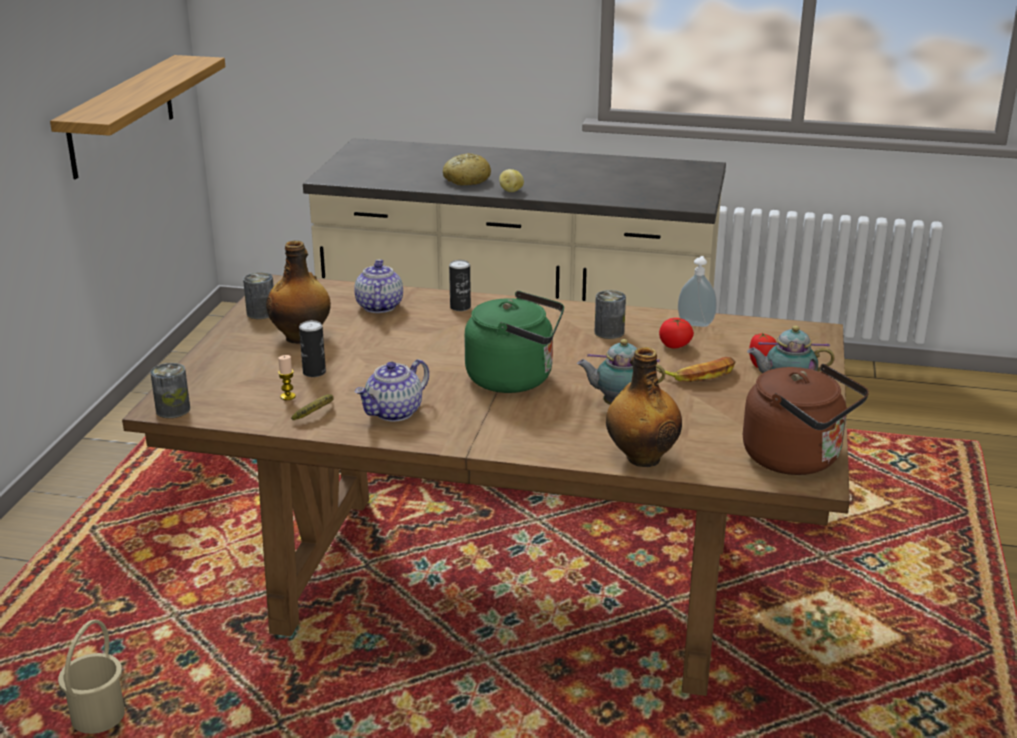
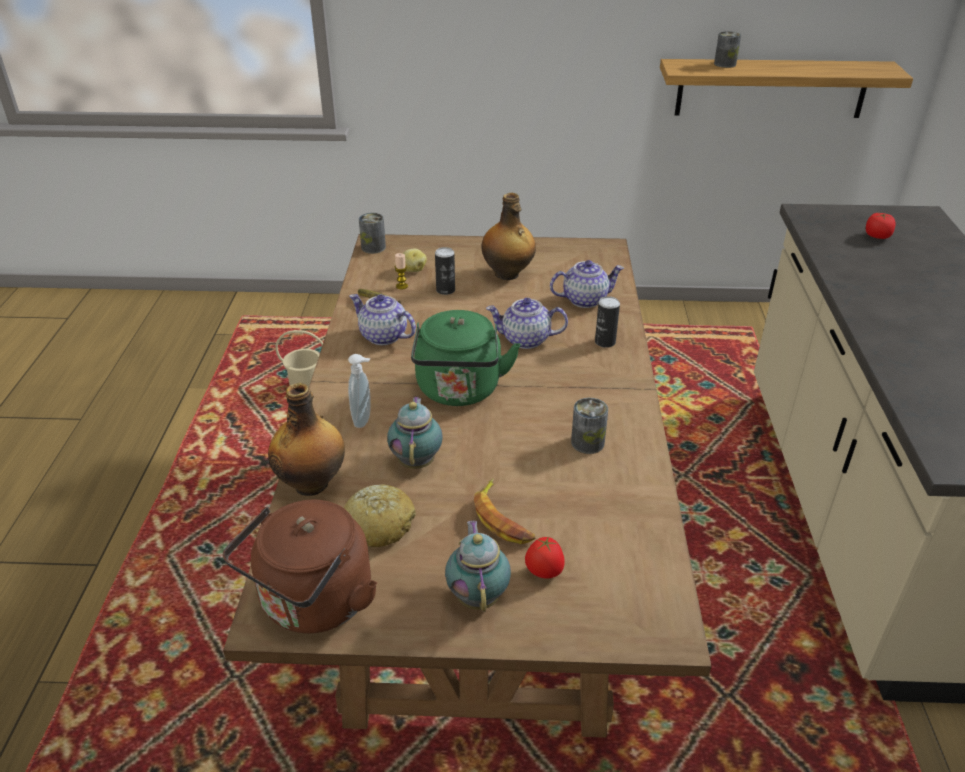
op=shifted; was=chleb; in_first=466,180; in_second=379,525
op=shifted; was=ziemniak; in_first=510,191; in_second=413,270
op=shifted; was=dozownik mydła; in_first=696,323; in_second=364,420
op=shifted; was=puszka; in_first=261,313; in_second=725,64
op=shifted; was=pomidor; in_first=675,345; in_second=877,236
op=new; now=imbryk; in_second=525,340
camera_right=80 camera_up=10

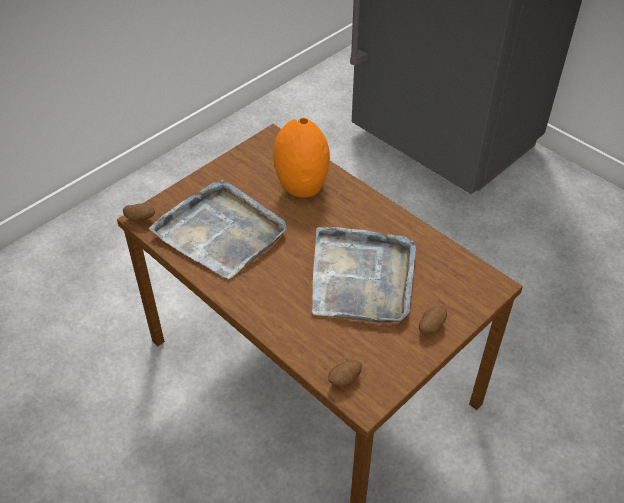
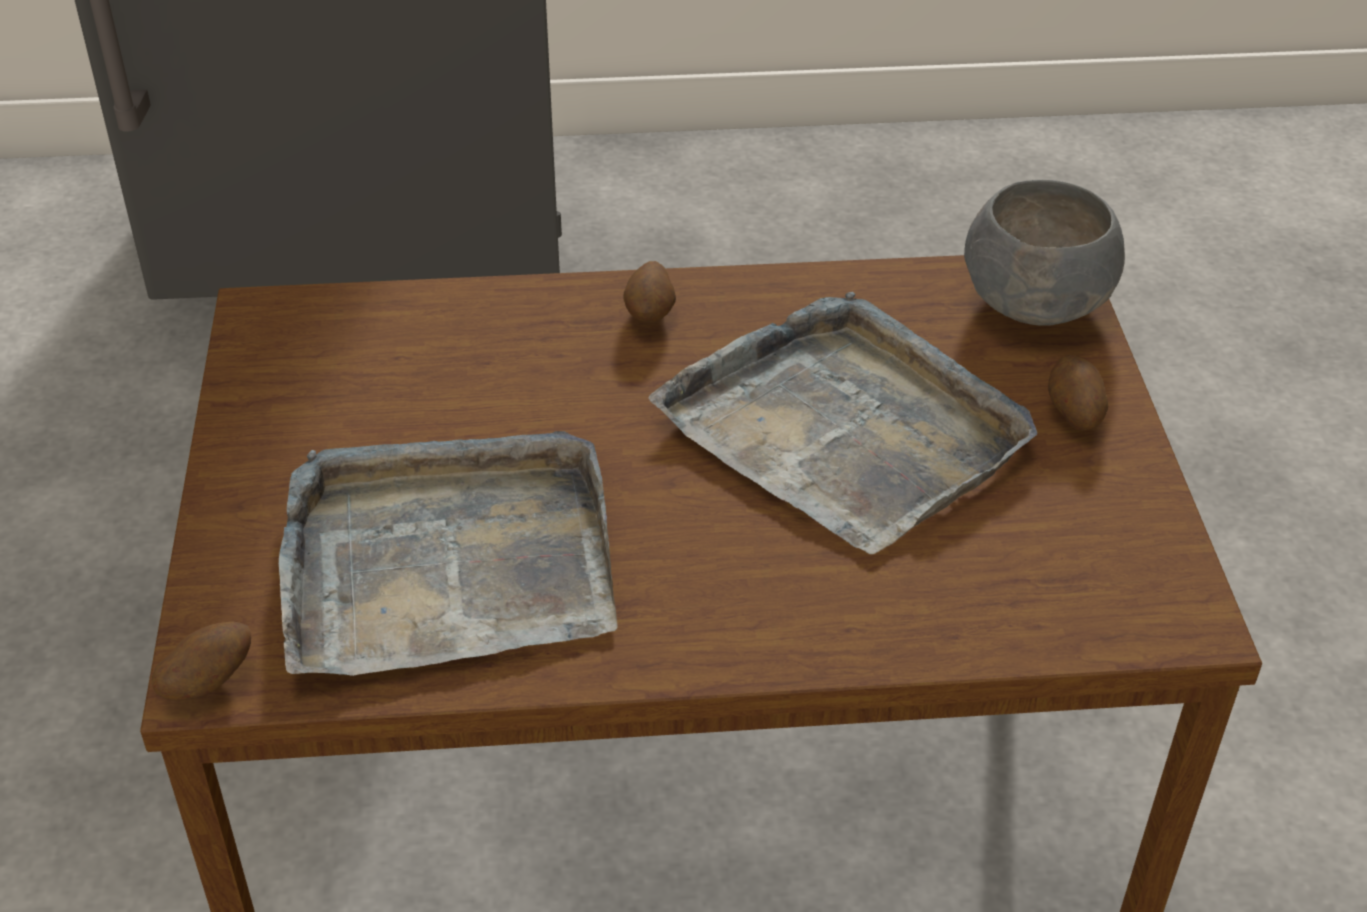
op=gone; was=wazon [pomarańczowy]; in_first=303,186
op=shifted; was=ziemniak; in_first=345,379; in_second=650,315
op=new; now=miska [szary]; in_second=1038,302
camera_right=-50 camera_up=-5

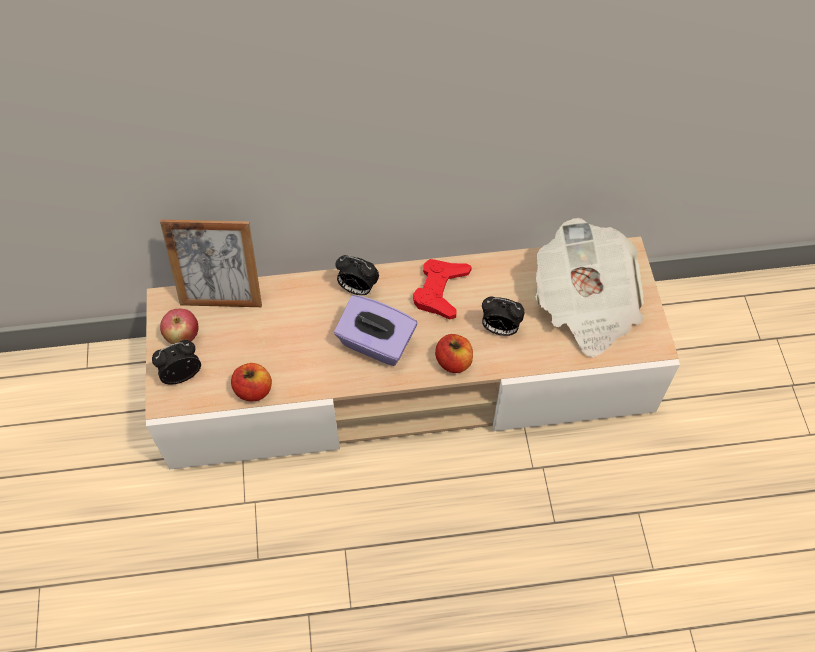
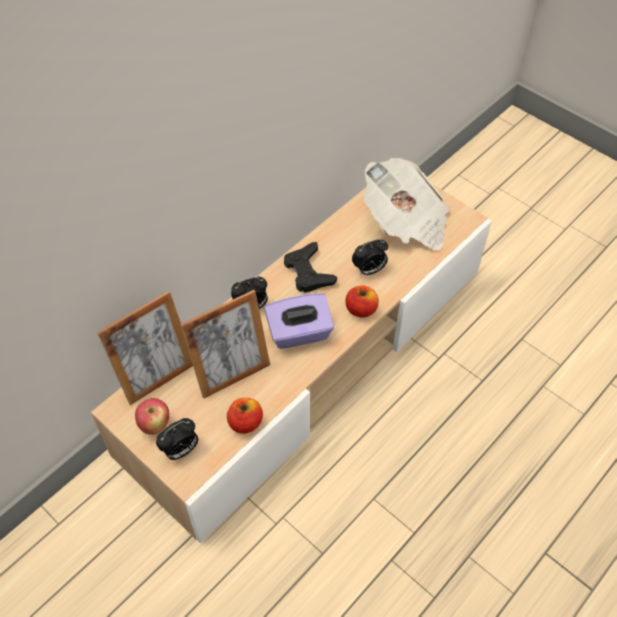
op=repainted; was=pad do gier [czerwony]; now=pad do gier [czarny]; in_first=440,291; in_second=308,272
op=rotated; was=budzik; in_first=182,374; in_second=180,450; clockwise=-150
op=new; now=ramka na zdjęcie; in_second=232,373
camera_right=-40 camera_up=-5

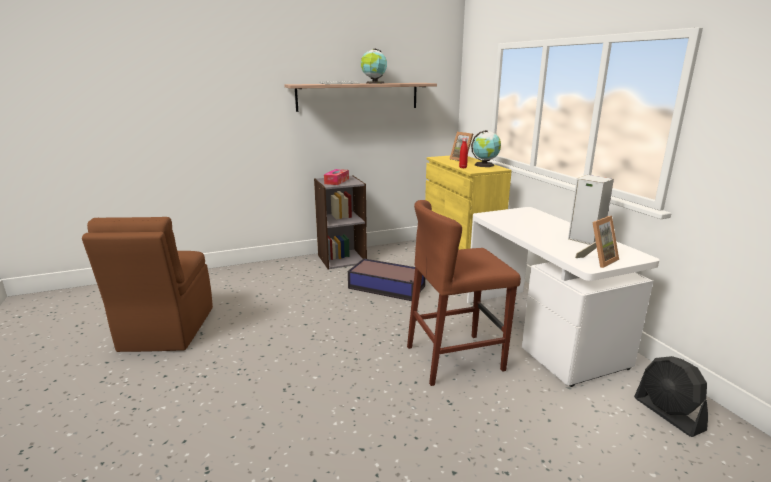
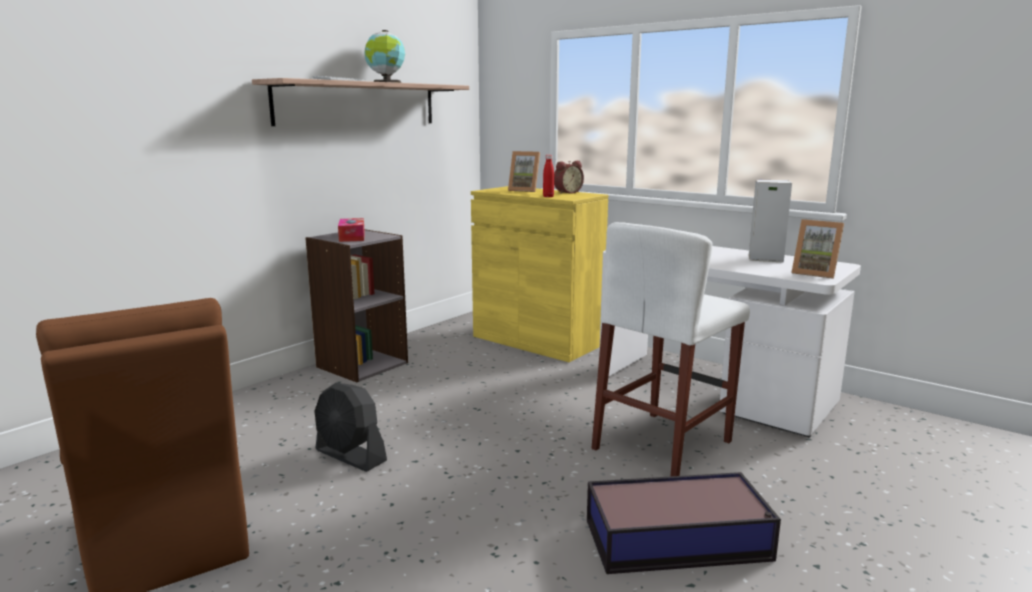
op=swapped; was=globus; now=budzik; in_first=485,165; in_second=567,192
op=repainted; was=stołek [brązowy]; now=stołek [biały]; in_first=455,358; in_second=662,445
op=rotated; was=ramka na zdjęcie; in_first=598,260; in_second=815,273; clockwise=105
op=shifted; was=pojemnik do przechowywania; in_first=387,287; in_second=679,540
op=shifted; was=wentylator [czarny]; in_first=668,414; in_second=350,456
camera_right=-30 camera_up=-5

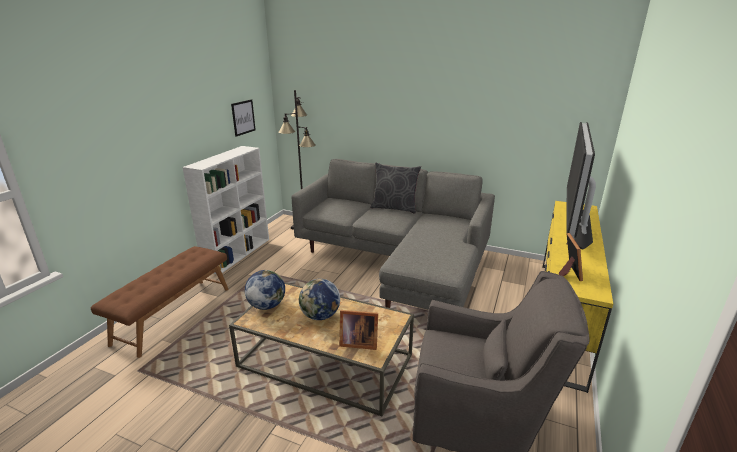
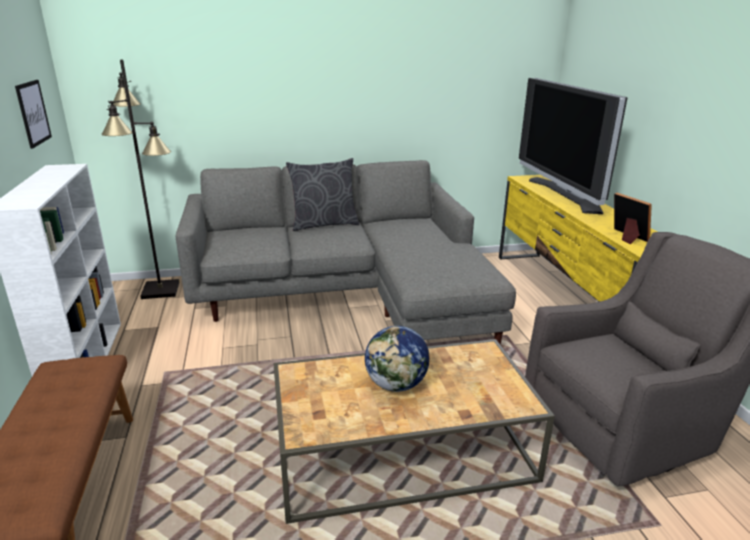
op=gone; was=globus; in_first=266,305
op=gone; was=ramka na zdjęcie; in_first=357,342
camera_right=-35 camera_up=0

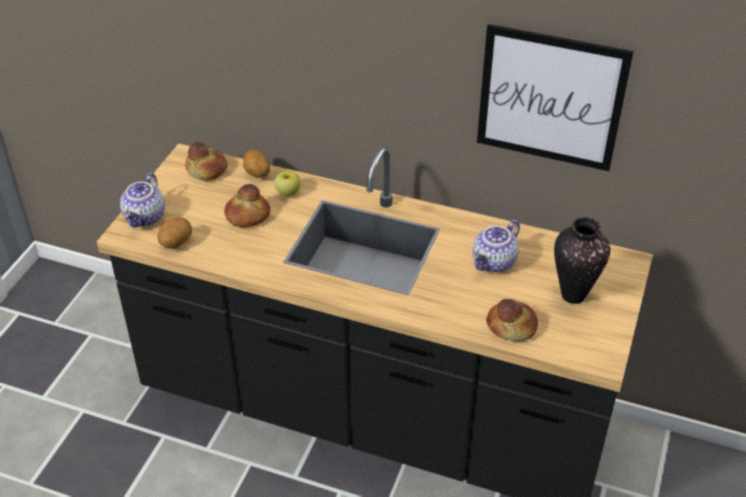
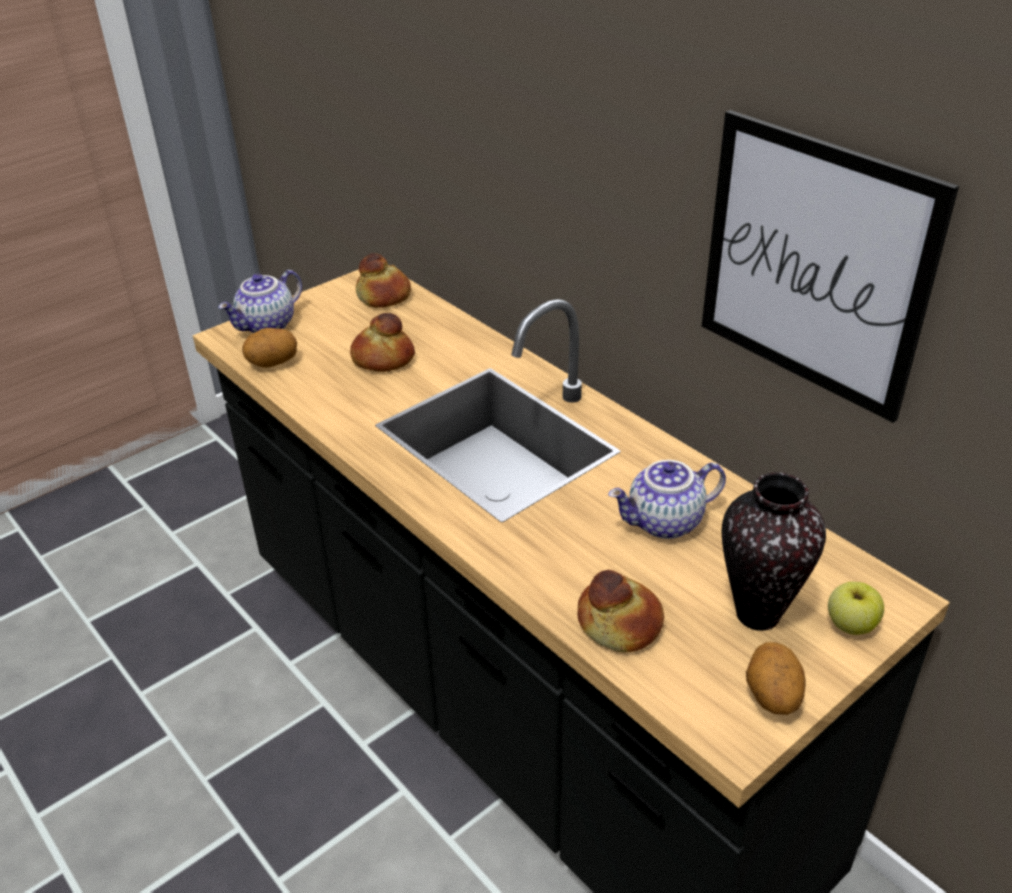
op=shifted; was=ziemniak; in_first=257,174; in_second=771,697
op=shifted; was=jabłko; in_first=288,192; in_second=850,624
camera_right=30 camera_up=-5

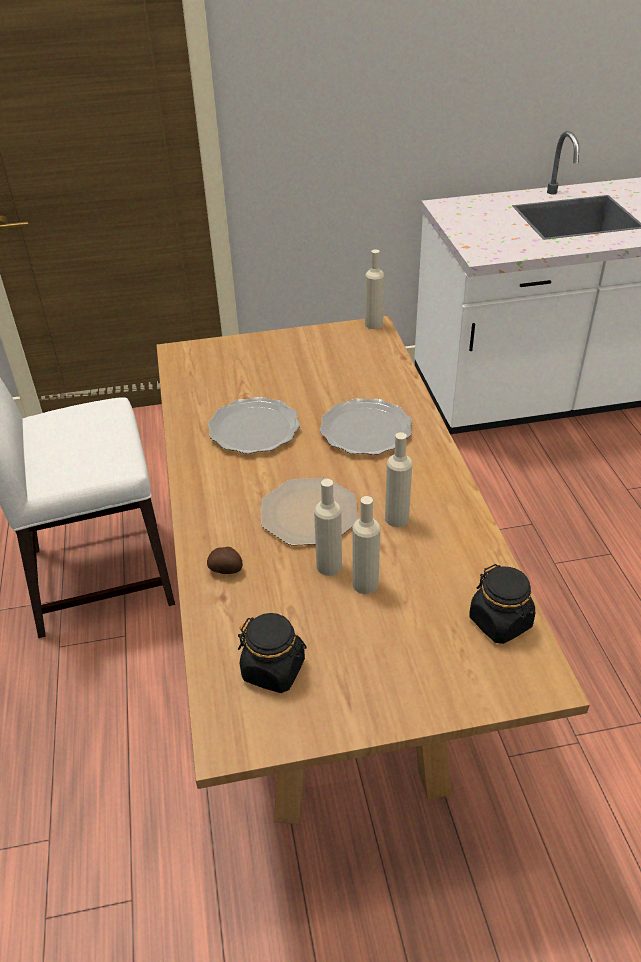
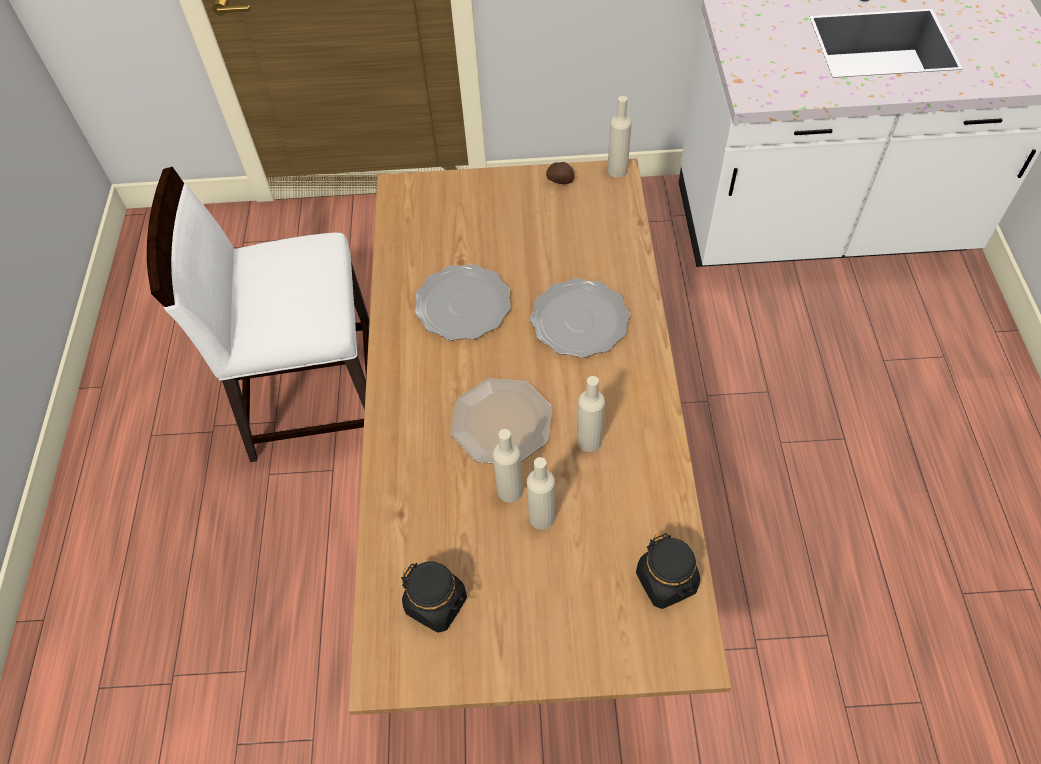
op=shifted; was=ziemniak; in_first=226,569; in_second=560,180
camera_right=10 camera_up=15

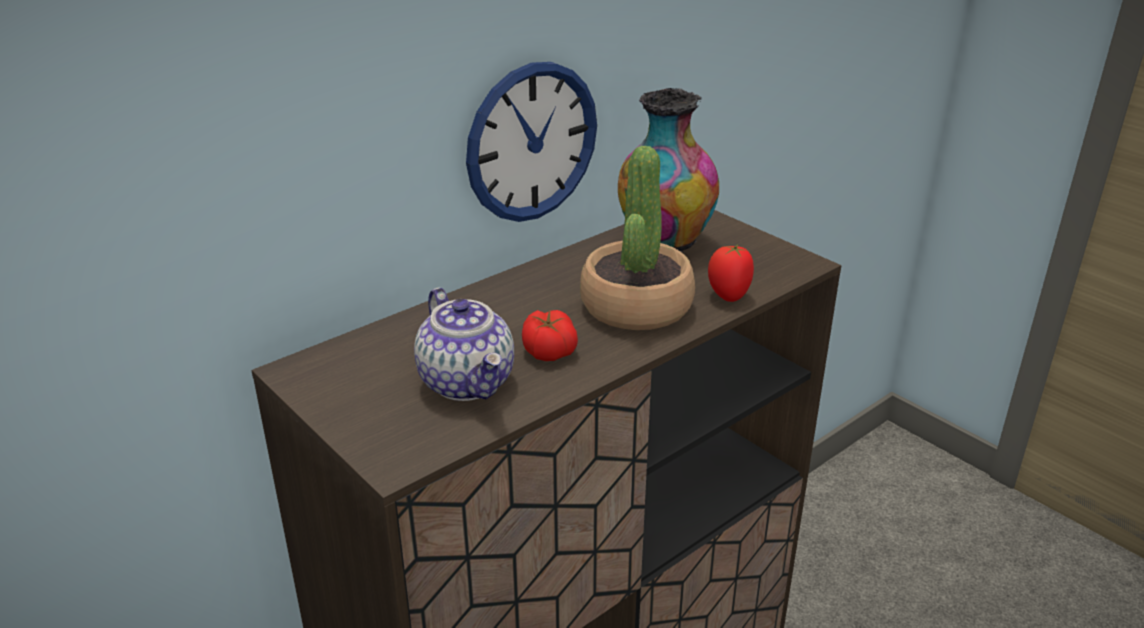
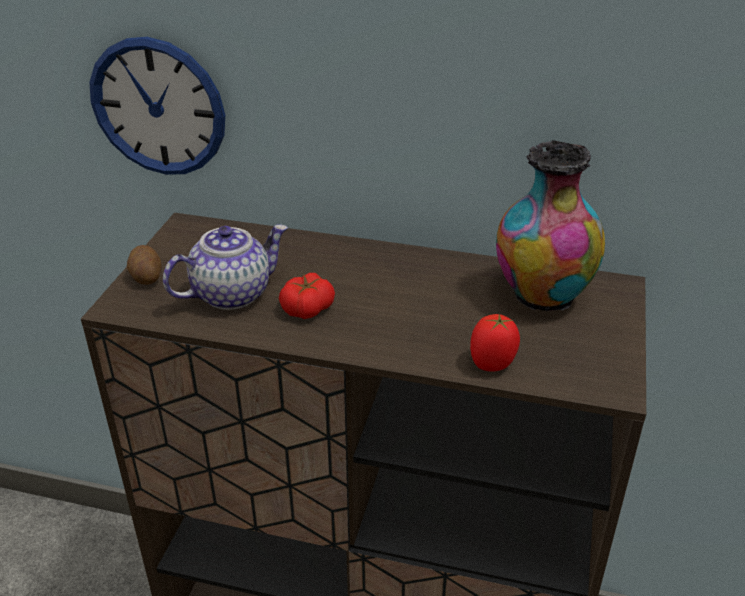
op=shifted; was=zegar ścienny; in_first=532,142; in_second=158,107
op=gone; was=roślina doniczkowa; in_first=636,306
op=rotated; was=imbryk; in_first=468,382; in_second=232,293; clockwise=-150
op=new; now=ziemniak; in_second=146,277
camera_right=55 camera_up=5

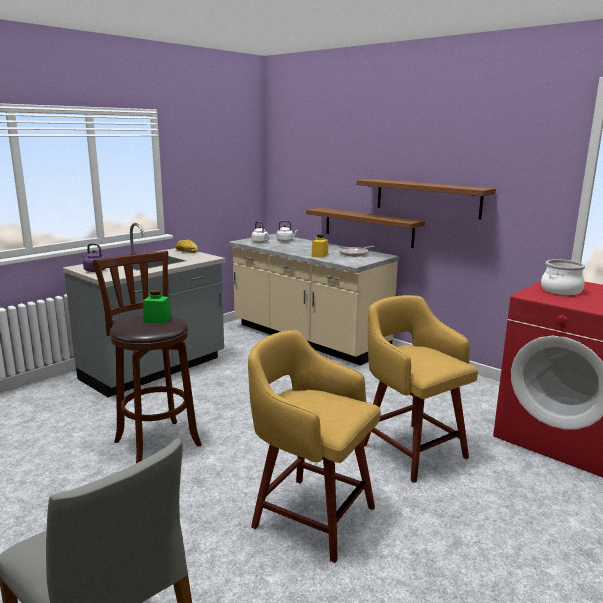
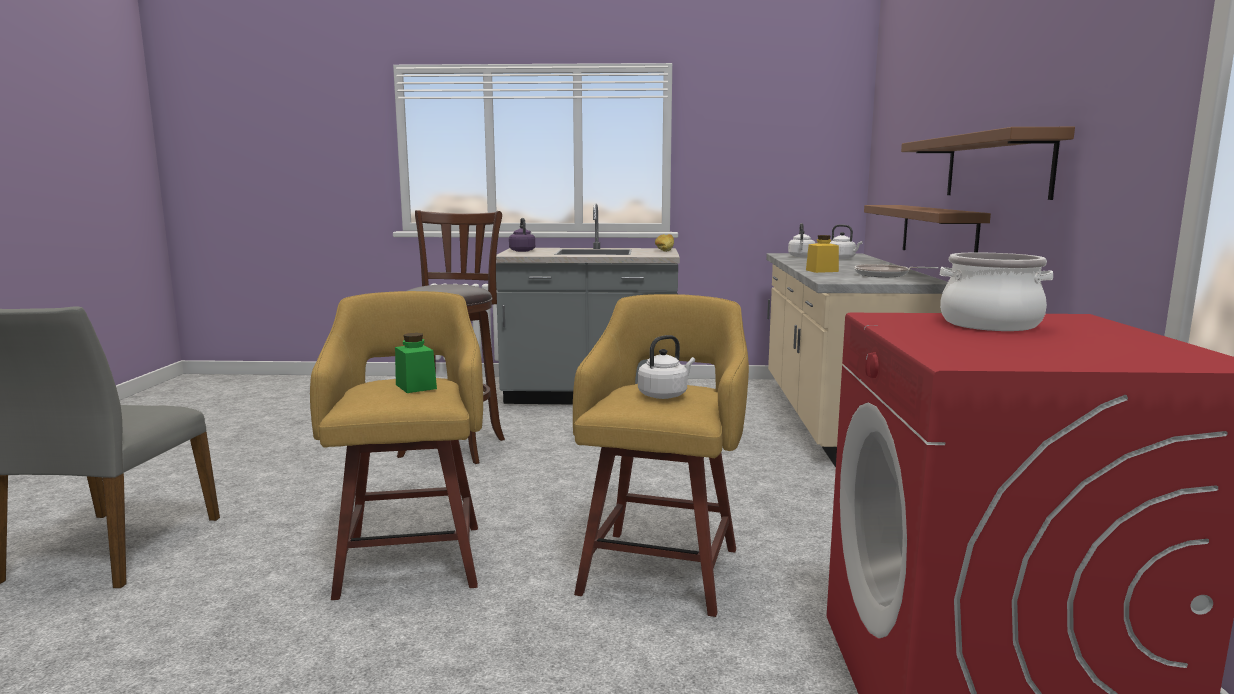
op=shifted; was=słoik [zielony]; in_first=157,320; in_second=416,386
op=new; now=czajnik [biały]; in_second=665,395
camera_right=50 camera_up=-5

